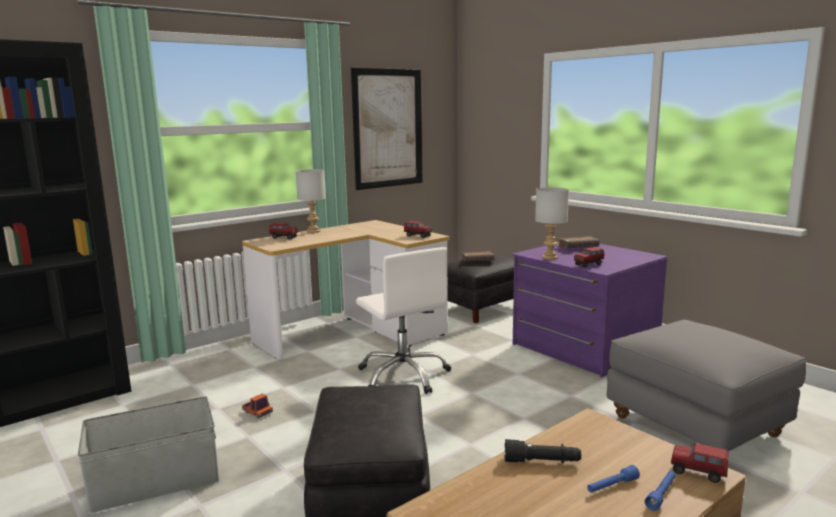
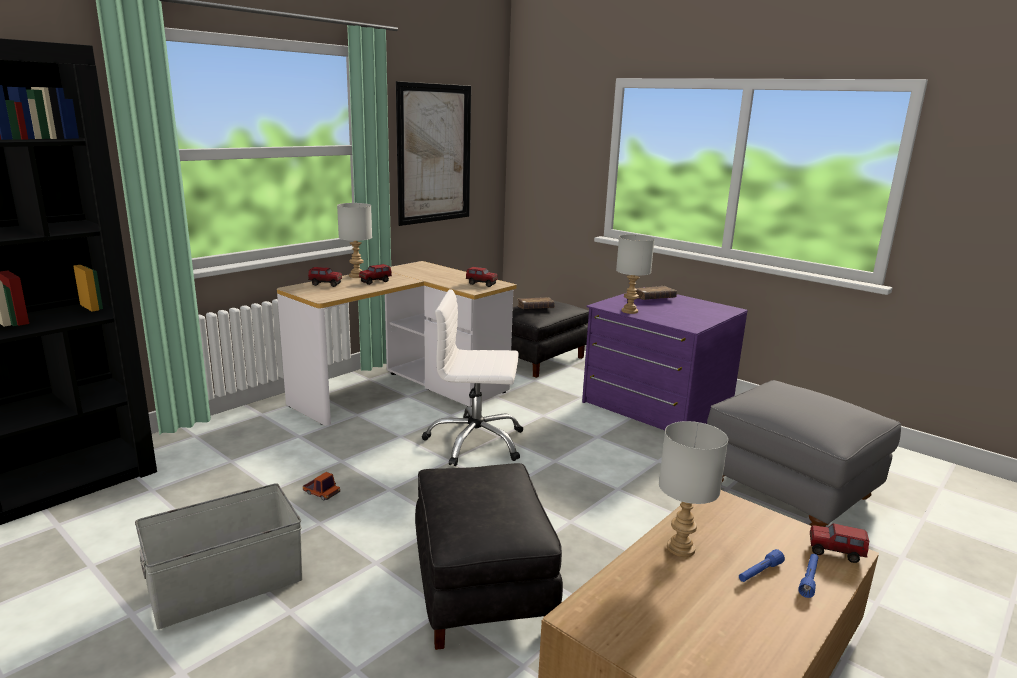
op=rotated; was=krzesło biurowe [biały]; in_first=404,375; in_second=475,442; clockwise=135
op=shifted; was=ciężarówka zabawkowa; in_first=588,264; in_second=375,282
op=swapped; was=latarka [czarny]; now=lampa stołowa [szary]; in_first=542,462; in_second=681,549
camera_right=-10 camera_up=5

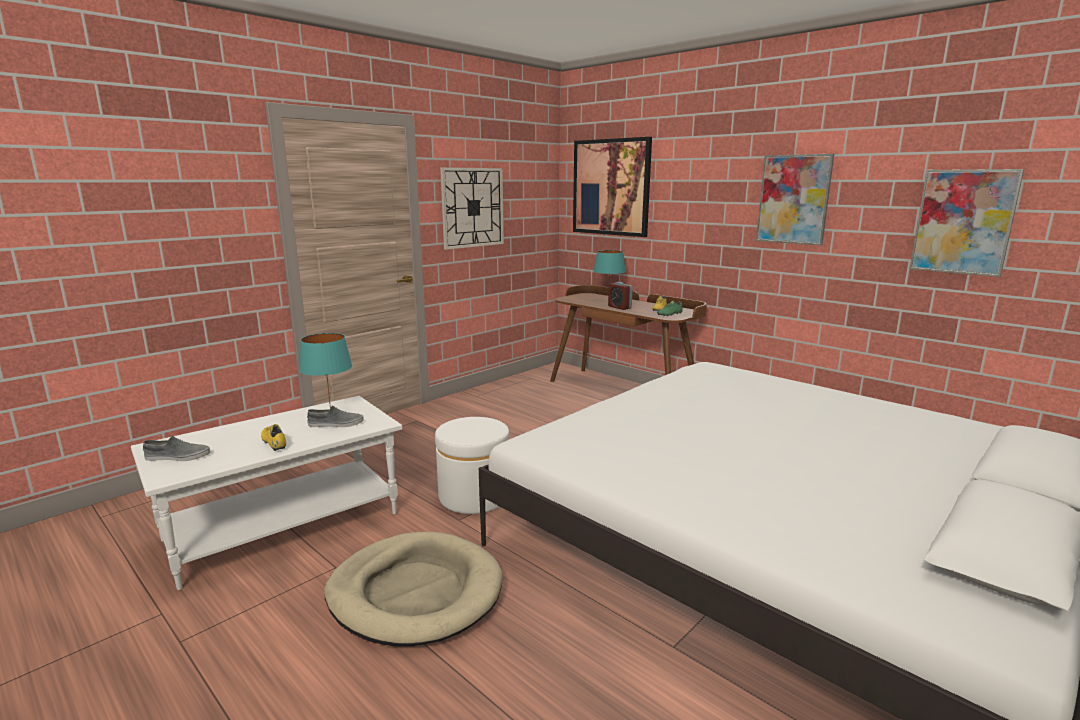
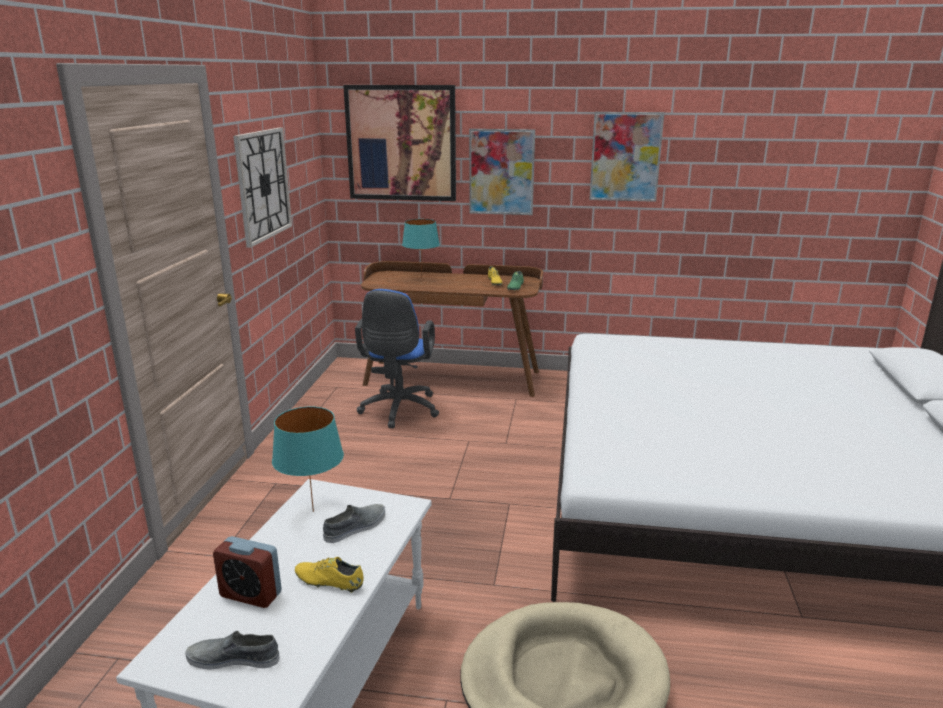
op=shifted; was=obraz; in_first=963,222; in_second=501,172
op=shifted; was=budzik; in_first=619,307; in_second=251,594
op=gone; was=pufa [biały]; in_first=474,496
op=rotated; was=but [szary]; in_first=177,457; in_second=234,658; clockwise=-135
op=new; now=krzesło biurowe [niebieski]; in_second=398,411
camera_right=-35 camera_up=5

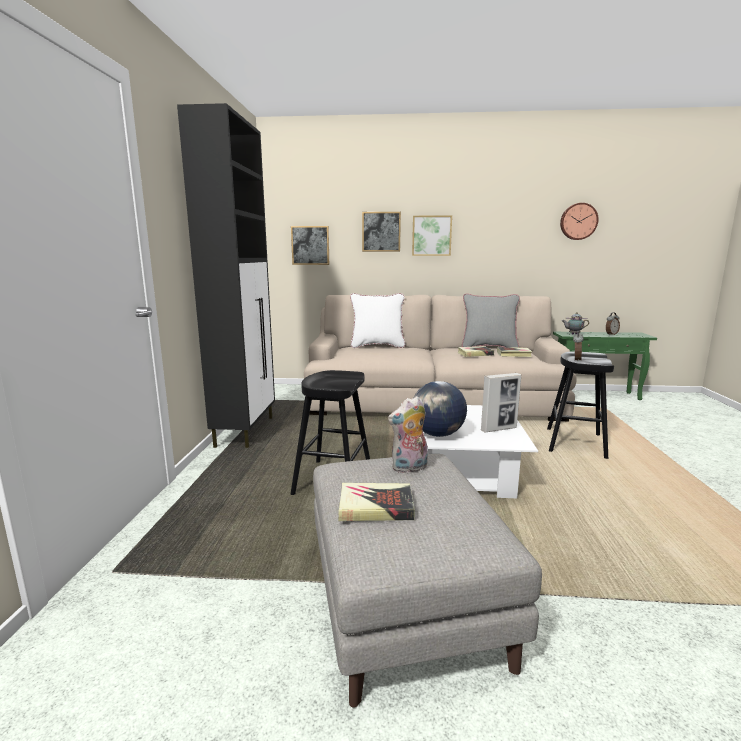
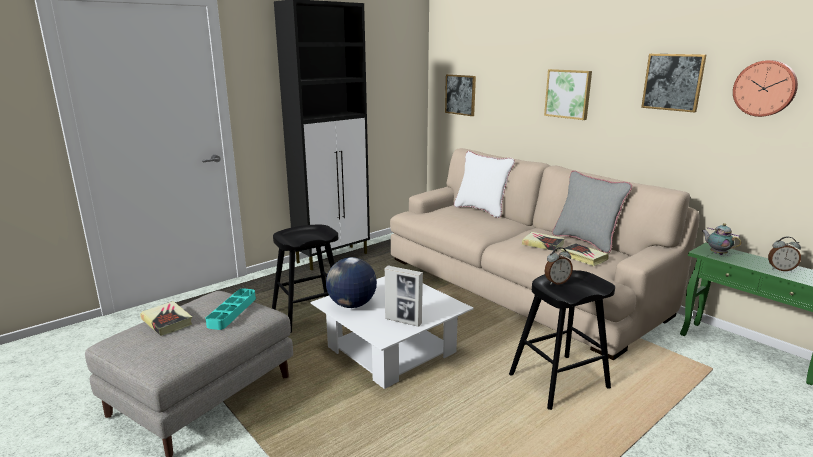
op=shifted; was=obraz; in_first=381,232; in_second=673,82
op=swapped; was=pluszak; now=taca [turkusowy]; in_first=409,468; in_second=232,312
camera_right=45 camera_up=5

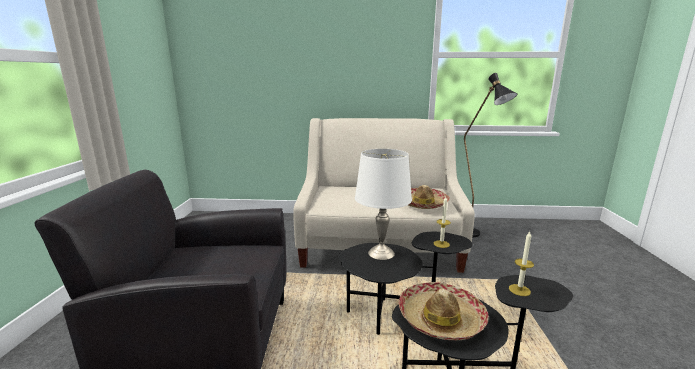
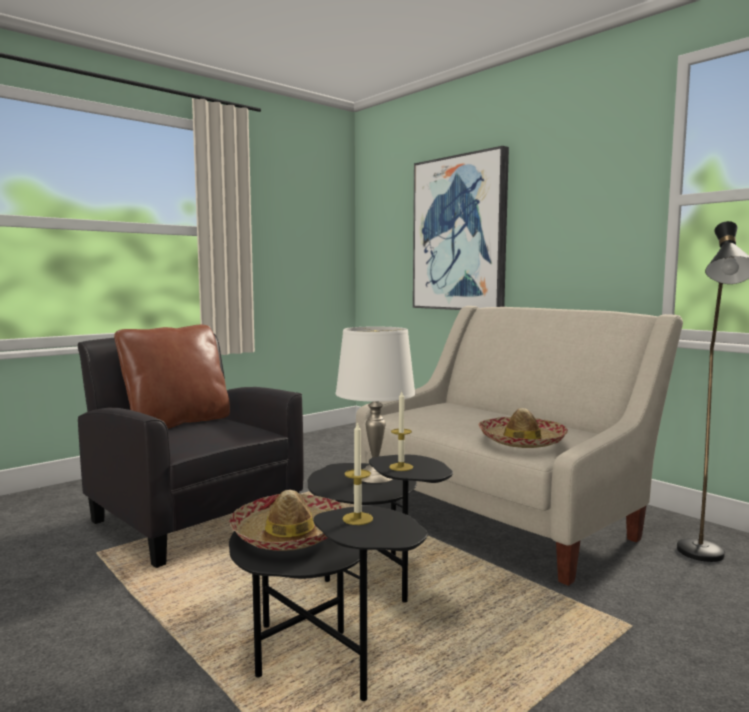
op=new; now=obraz; in_second=459,234
op=new; now=poduszka [brązowy]; in_second=177,423
camera_right=45 camera_up=-10

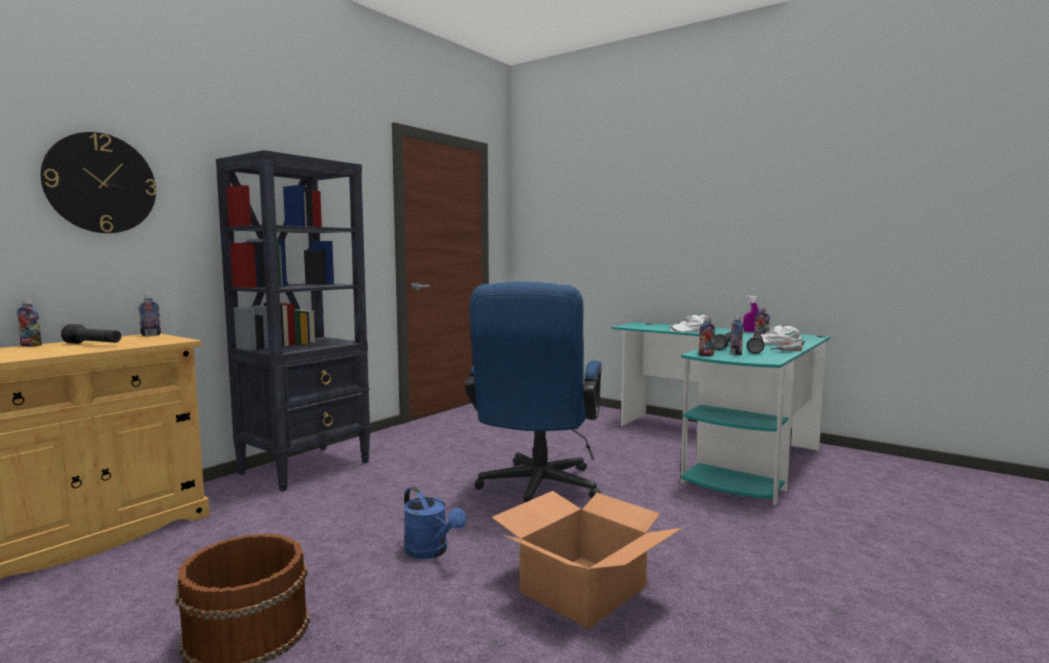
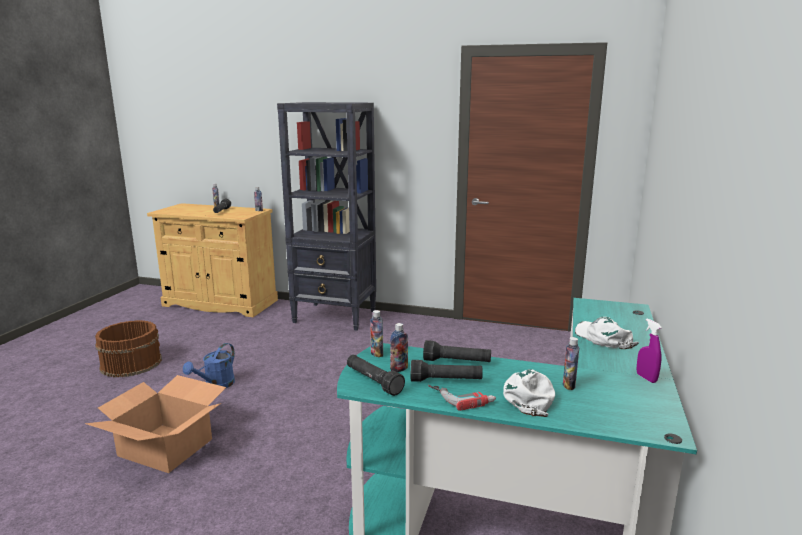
op=gone; was=zegar ścienny; in_first=101,183
op=gone; was=krzesło biurowe [niebieski]; in_first=536,491
op=new; now=latarka [czarny]; in_second=373,381
camera_right=70 camera_up=10

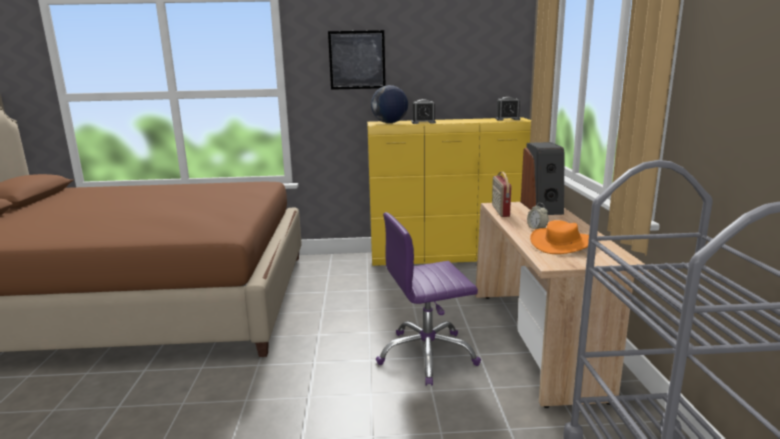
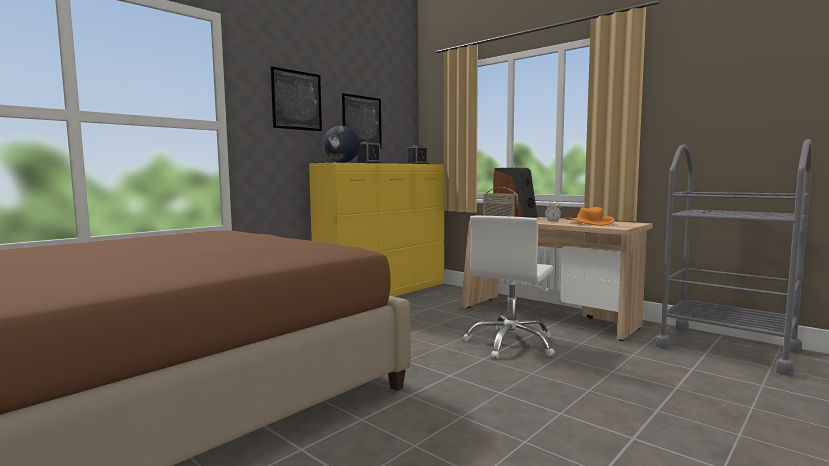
op=repainted; was=krzesło biurowe [fioletowy]; now=krzesło biurowe [biały]; in_first=427,355; in_second=511,343
op=new; now=obraz; in_second=362,122
camera_right=-45 camera_up=-10

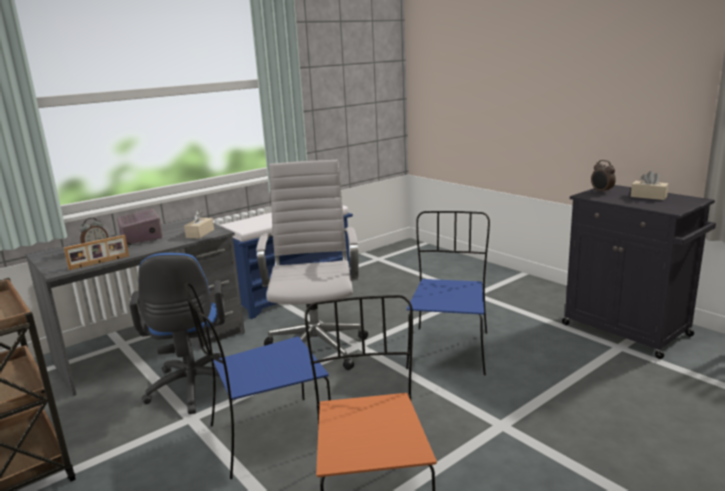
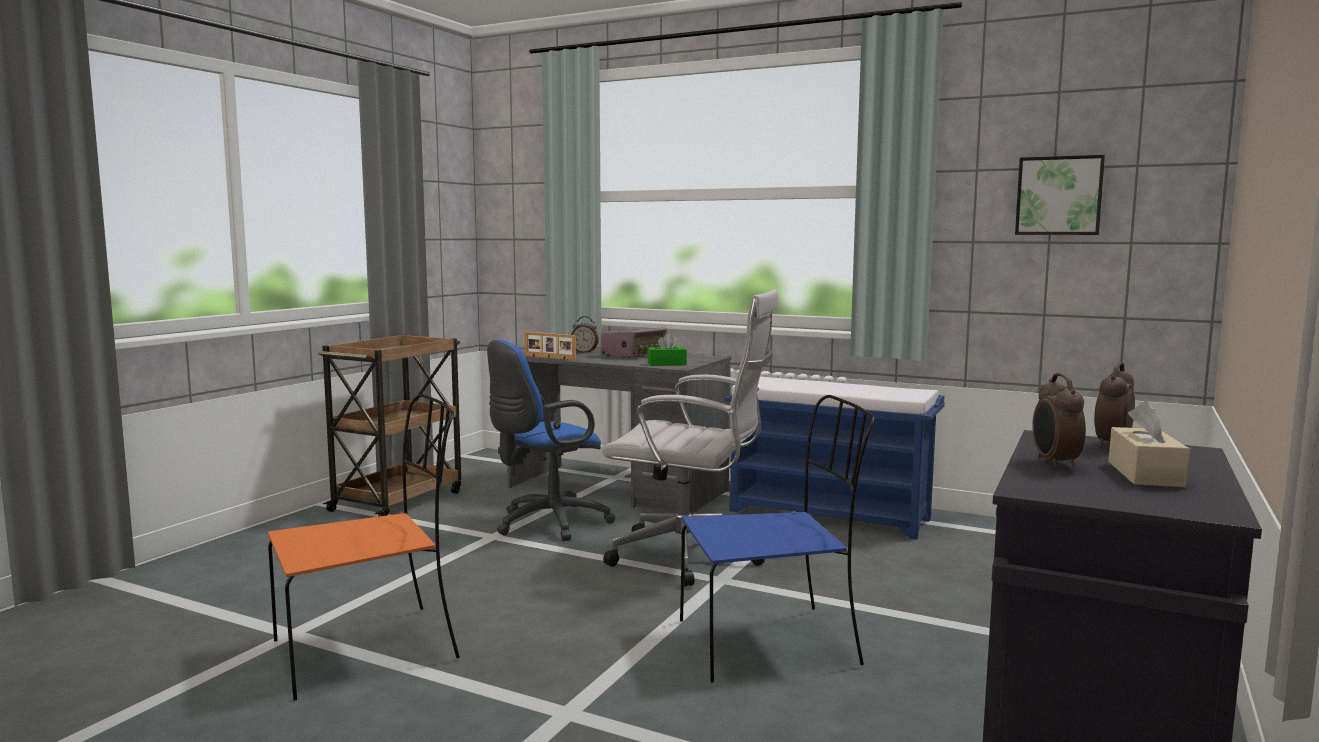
op=rotated; was=krzesło biurowe [biały]; in_first=316,347; in_second=692,557; clockwise=45
op=repainted; was=pudełko chusteczek [beżowy]; now=pudełko chusteczek [zielony]; in_first=200,233; in_second=667,364
op=gone; was=krzesło [niebieski]; in_first=267,437
op=new; now=obraz; in_second=1059,196
op=new; now=budzik; in_second=1054,463
camera_right=65 camera_up=-10

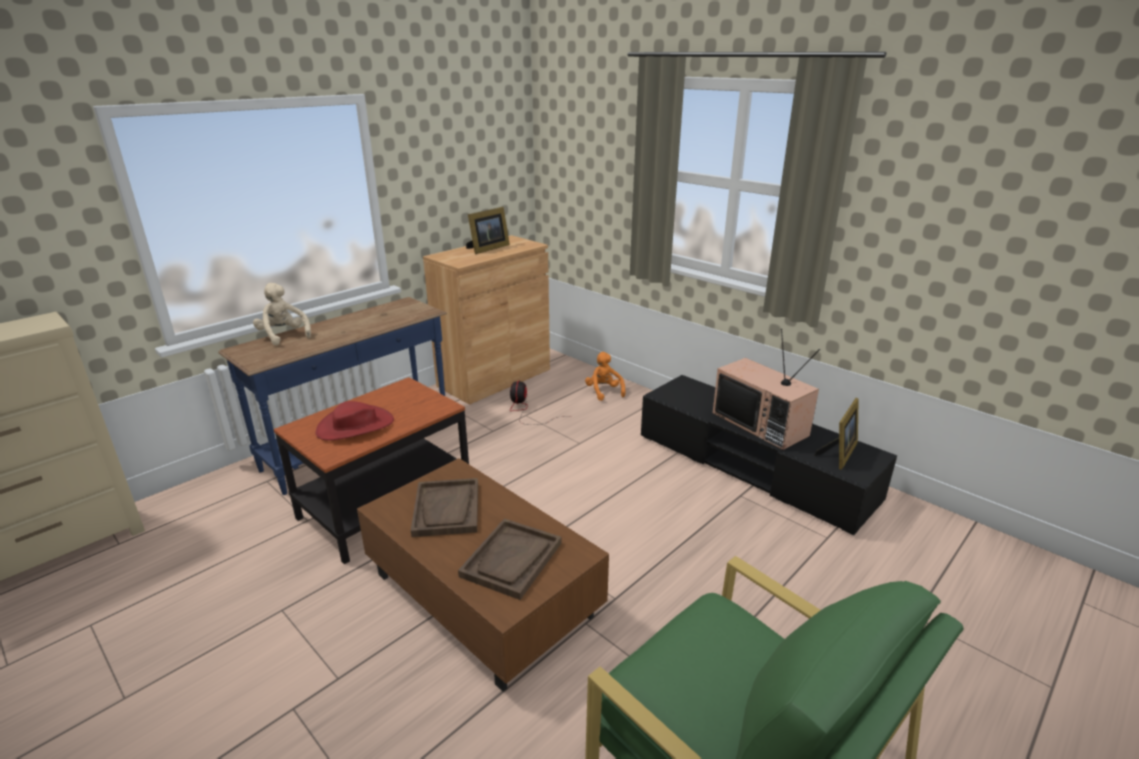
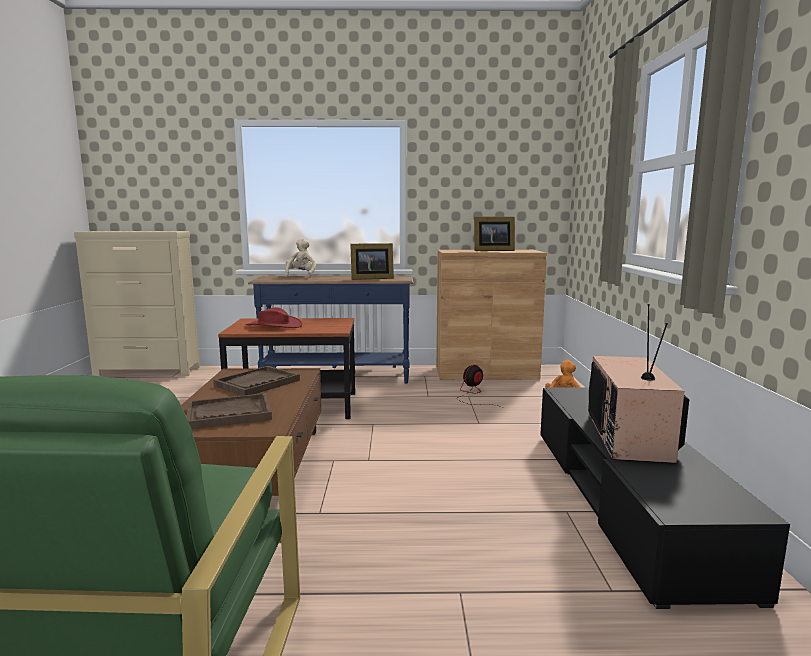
op=shifted; was=ramka na zdjęcie; in_first=839,454; in_second=370,278
camera_right=45 camera_up=-15

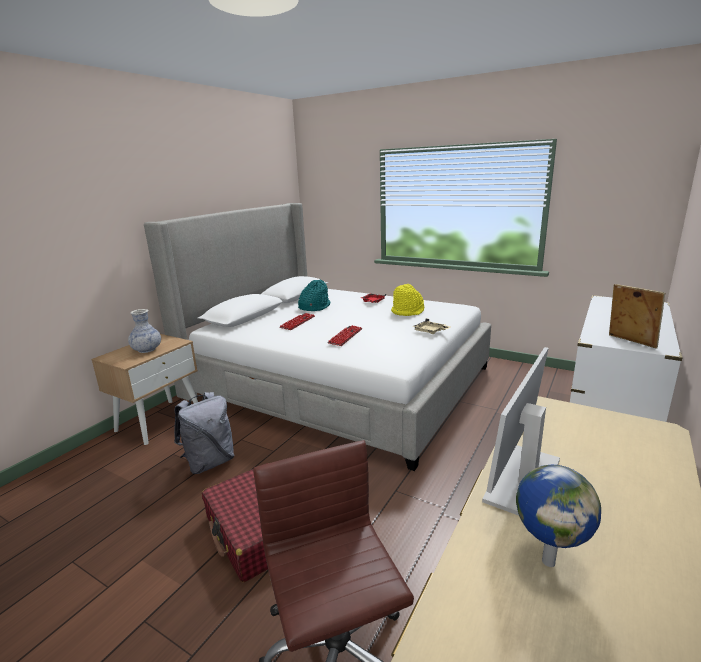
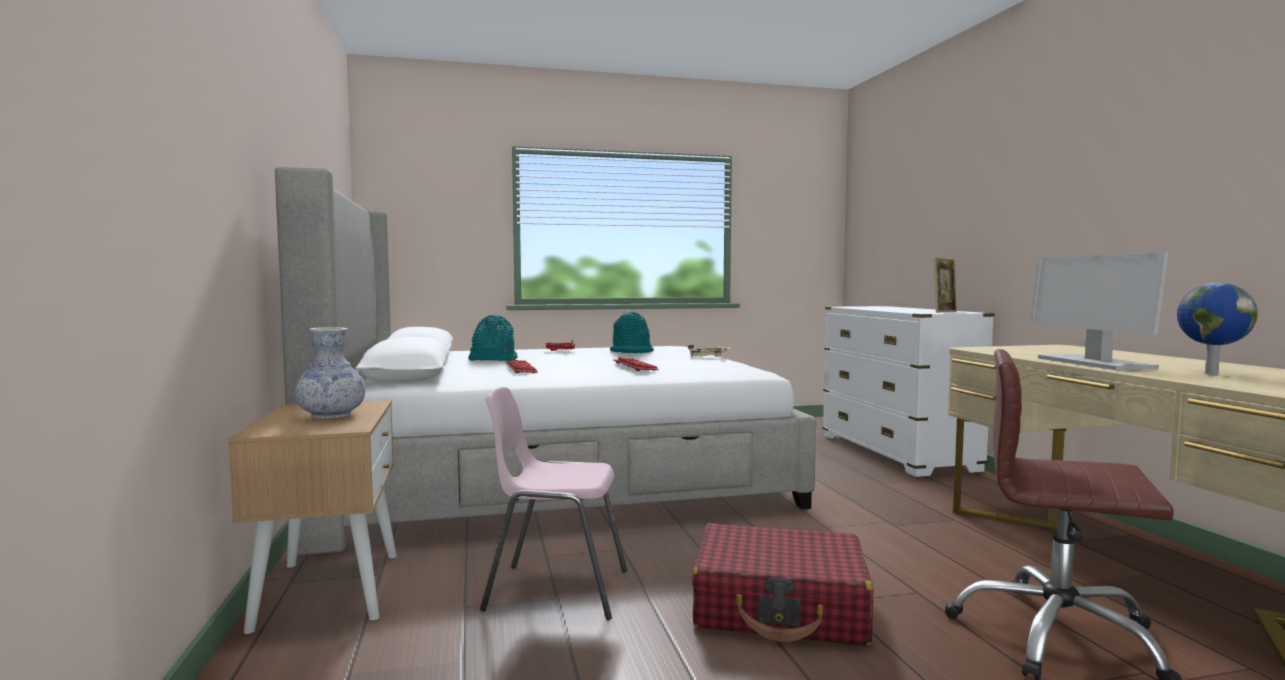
op=repainted; was=kapelusz [żółty]; now=kapelusz [turkusowy]; in_first=408,311; in_second=632,352
op=rotated; was=ramka na zdjęcie; in_first=630,342; in_second=944,312; clockwise=120
op=swapped; was=plecak [szary]; now=krzesło [różowy]; in_first=210,462; in_second=556,590
camera_right=-45 camera_up=-15

